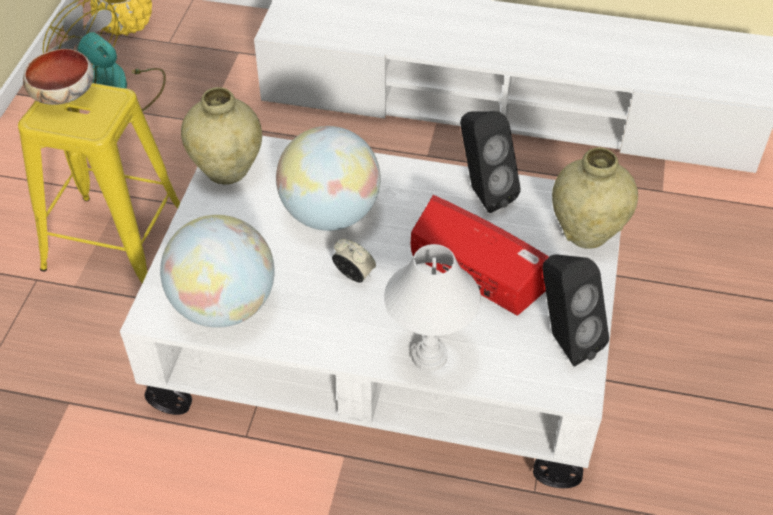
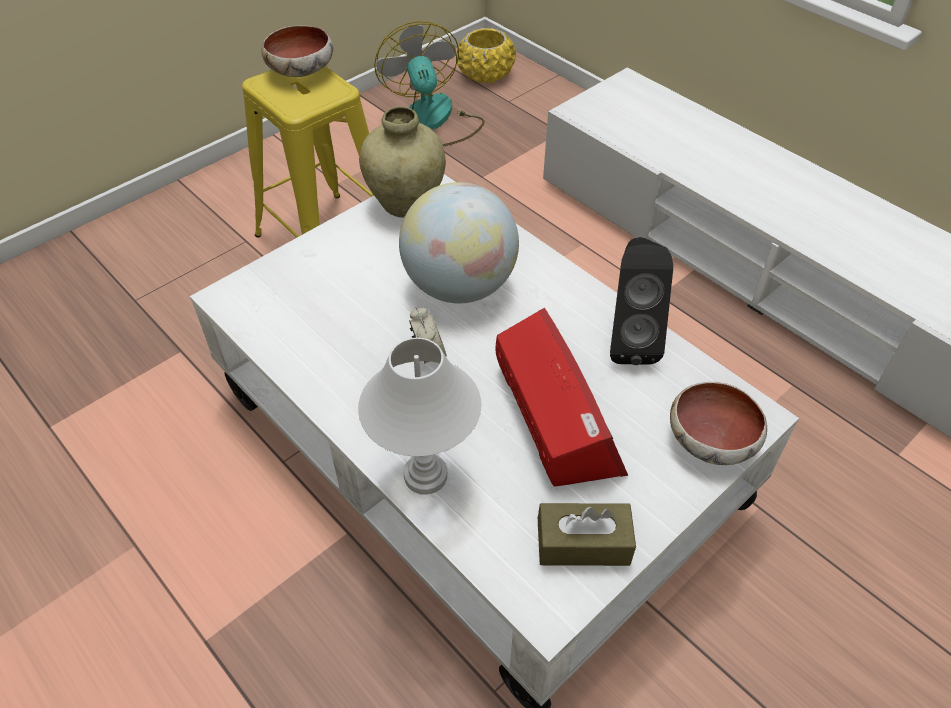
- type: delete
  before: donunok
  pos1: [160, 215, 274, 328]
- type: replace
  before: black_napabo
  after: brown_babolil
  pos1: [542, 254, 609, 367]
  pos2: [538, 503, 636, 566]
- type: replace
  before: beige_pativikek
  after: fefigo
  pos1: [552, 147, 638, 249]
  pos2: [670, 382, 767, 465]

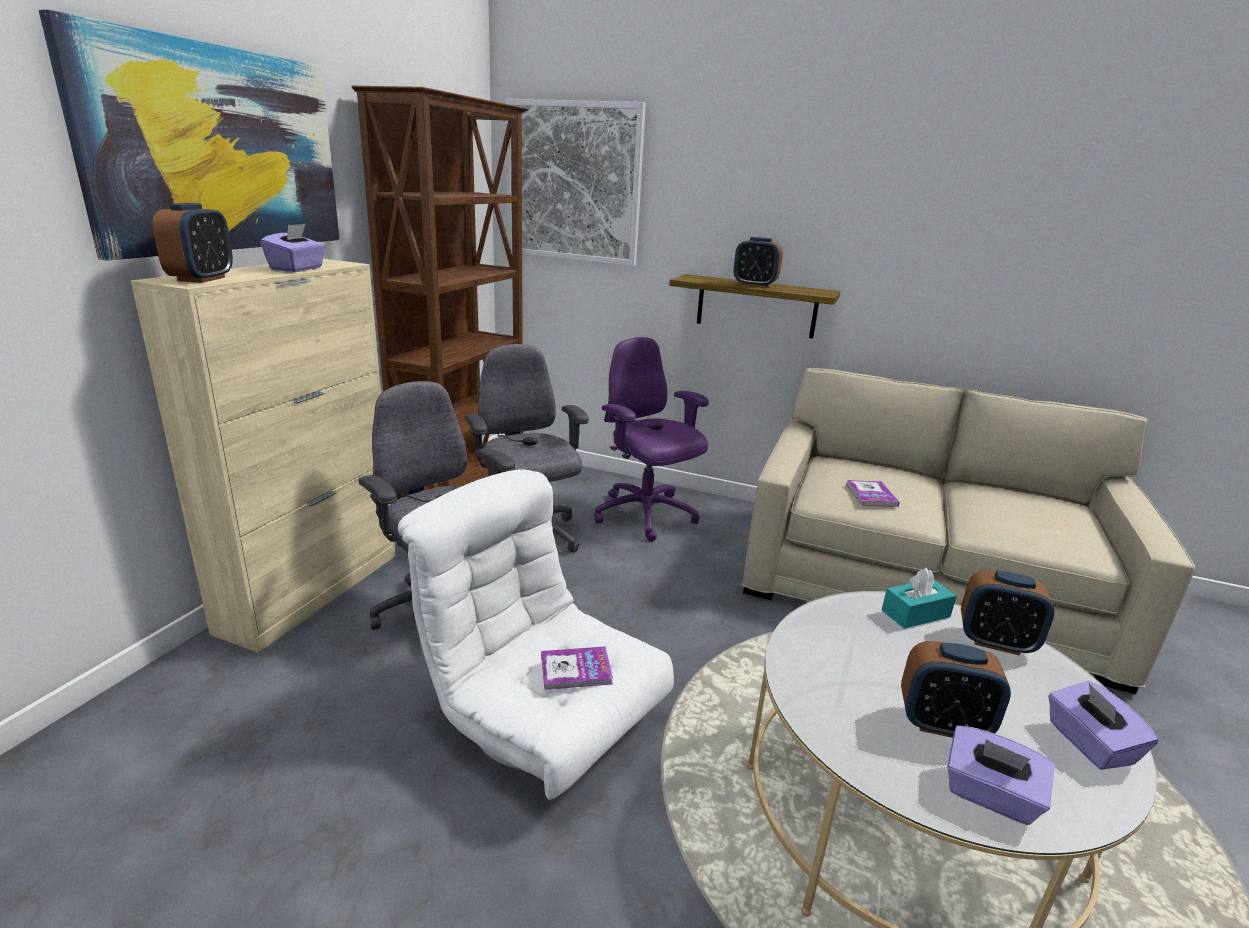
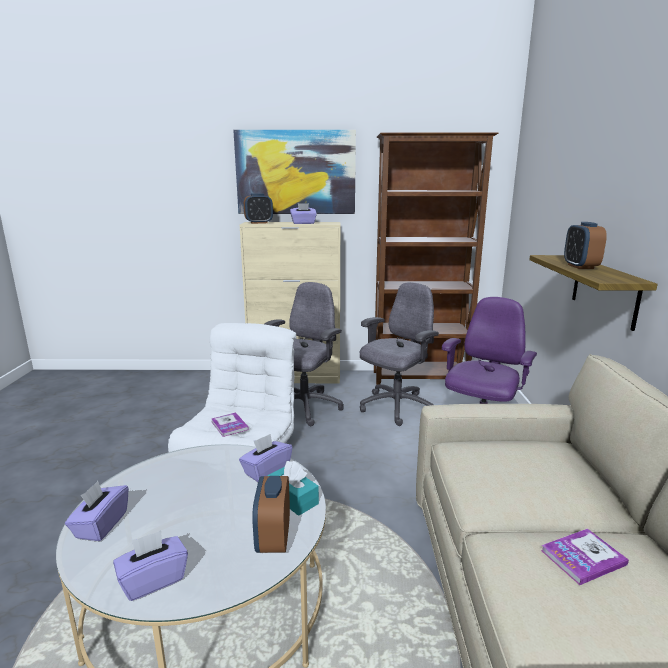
- type: delete
  before: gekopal
  pos1: [505, 99, 646, 266]
- type: delete
  before: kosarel
  pos1: [901, 641, 1011, 738]
- type: insert
  after: purple_babolil
  pos2: [239, 434, 292, 482]
- type: move
  before: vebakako
  pos1: [846, 480, 900, 507]
  pos2: [541, 528, 629, 585]

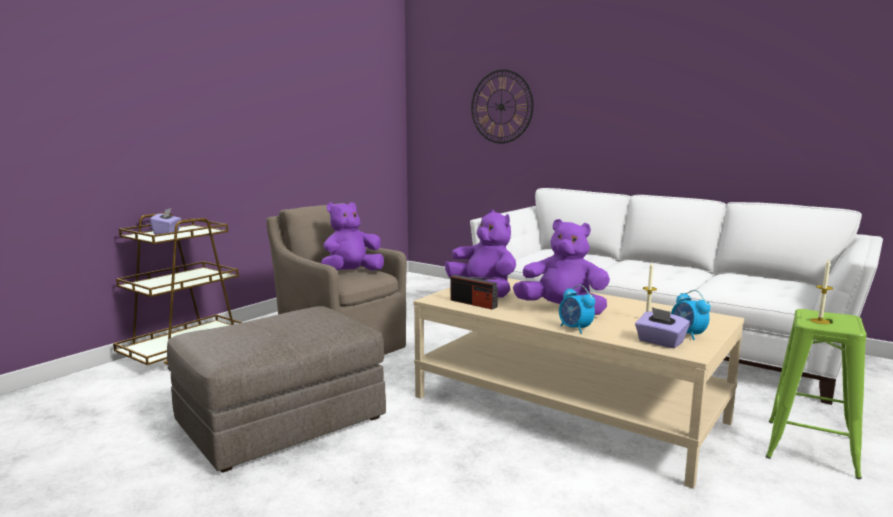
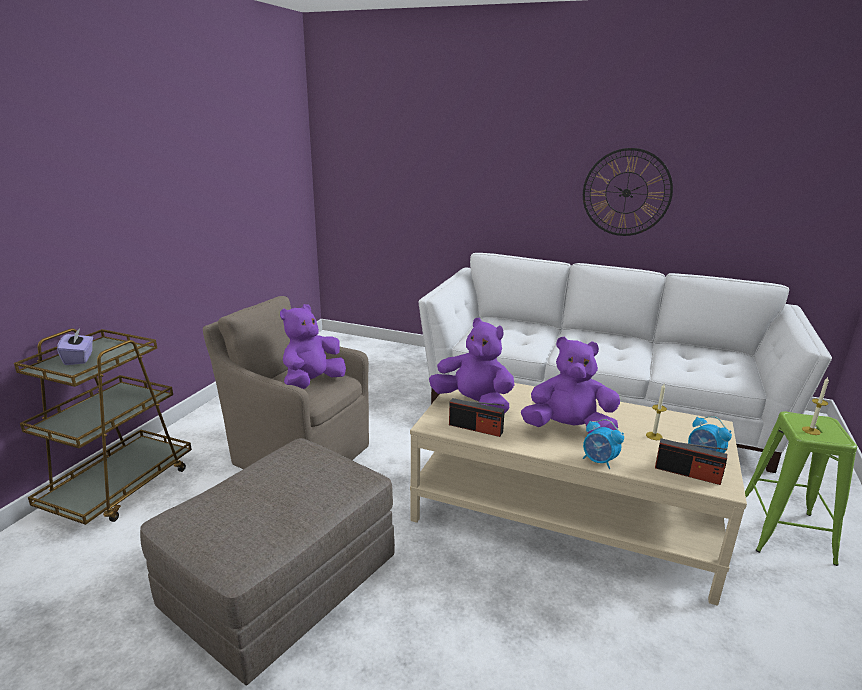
- type: move
  before: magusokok
  pos1: [471, 69, 533, 144]
  pos2: [583, 148, 673, 236]
- type: replace
  before: purple_babolil
  after: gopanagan
  pos1: [635, 307, 690, 348]
  pos2: [655, 438, 727, 485]

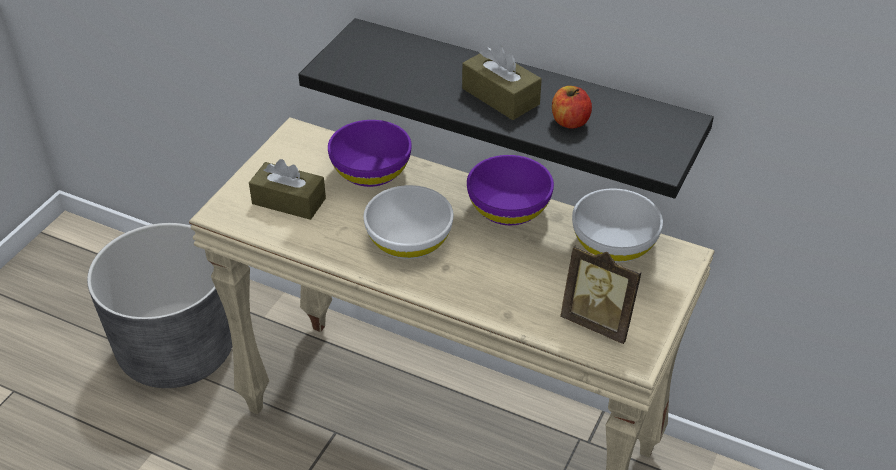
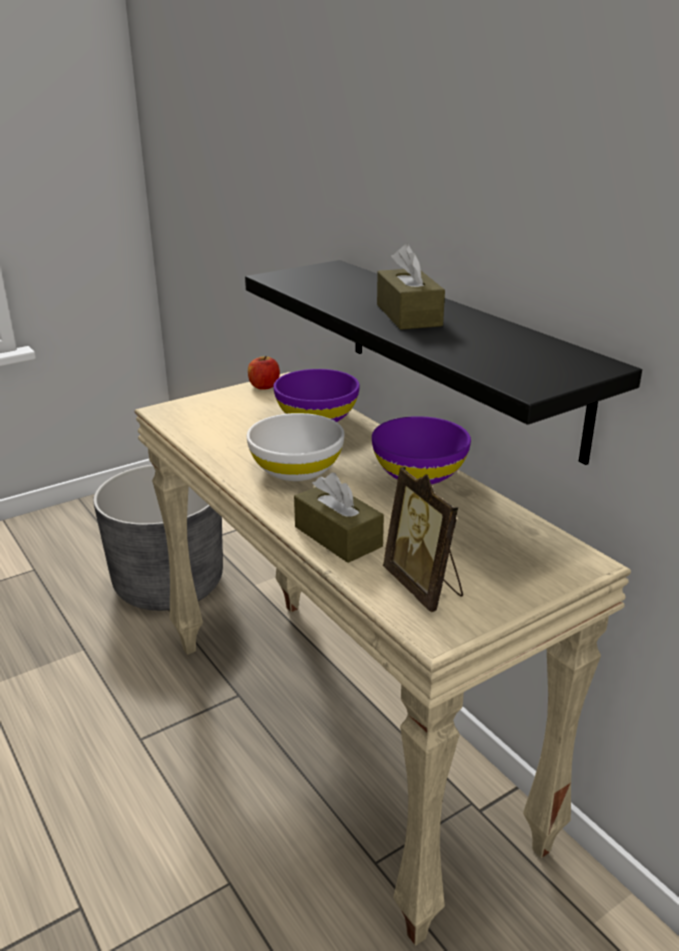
- type: delete
  before: white_fefigo
  pos1: [572, 188, 663, 263]
- type: move
  before: brown_babolil
  pos1: [249, 159, 326, 220]
  pos2: [294, 473, 384, 563]
- type: move
  before: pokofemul
  pos1: [552, 86, 592, 129]
  pos2: [248, 356, 280, 389]

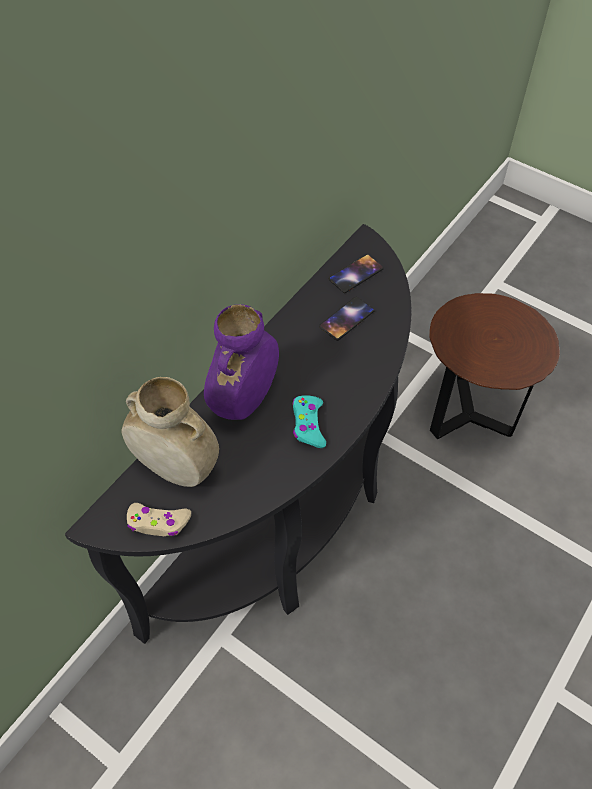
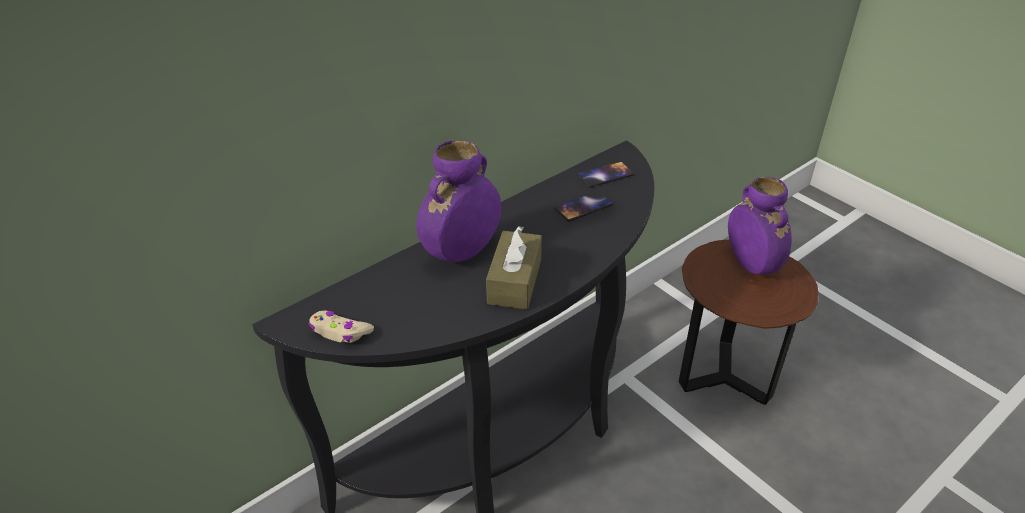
- type: delete
  before: beige_pativikek
  pos1: [121, 377, 219, 487]
- type: insert
  after: purple_pativikek
  pos2: [728, 177, 792, 275]
- type: replace
  before: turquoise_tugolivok
  after: brown_babolil
  pos1: [292, 395, 326, 448]
  pos2: [486, 226, 542, 309]

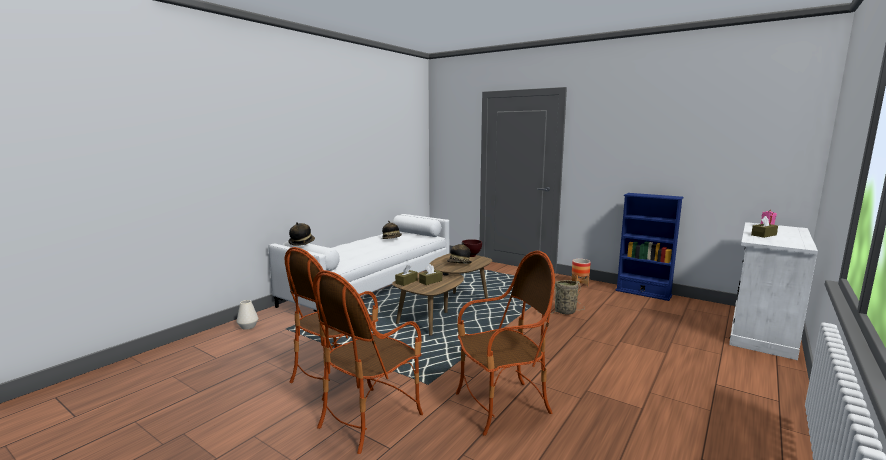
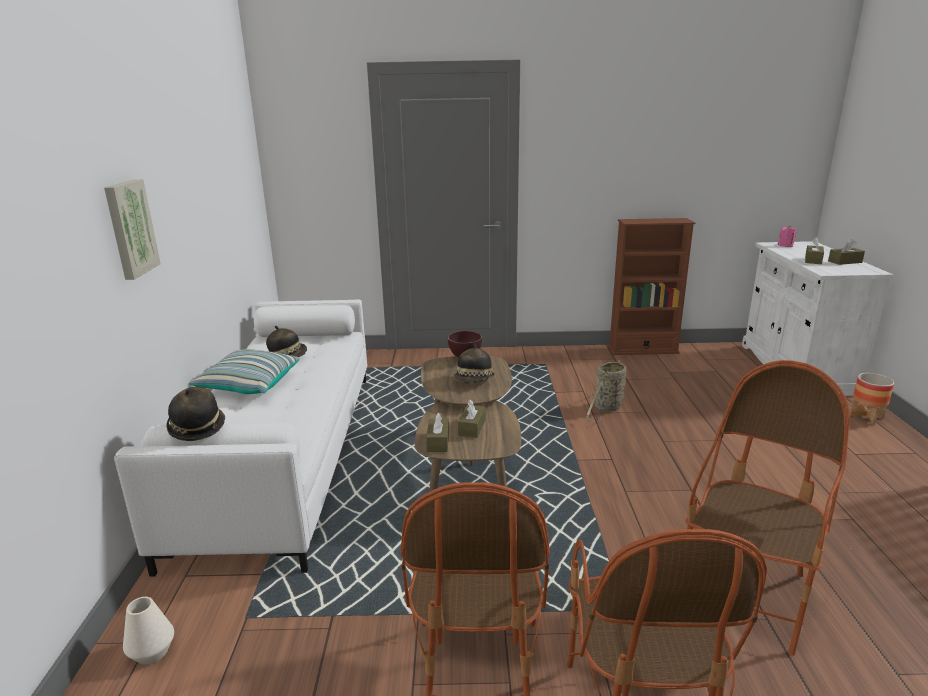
- type: insert
  after: gekopal
  pos2: [104, 179, 161, 280]
- type: insert
  after: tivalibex
  pos2: [188, 349, 300, 394]
- type: insert
  after: brown_babolil
  pos2: [828, 239, 865, 265]
- type: move
  before: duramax
  pos1: [572, 259, 591, 286]
  pos2: [849, 373, 894, 426]
- type: recolor
  before: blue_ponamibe
  after: brown_ponamibe
  pos1: [615, 193, 684, 301]
  pos2: [608, 218, 695, 355]

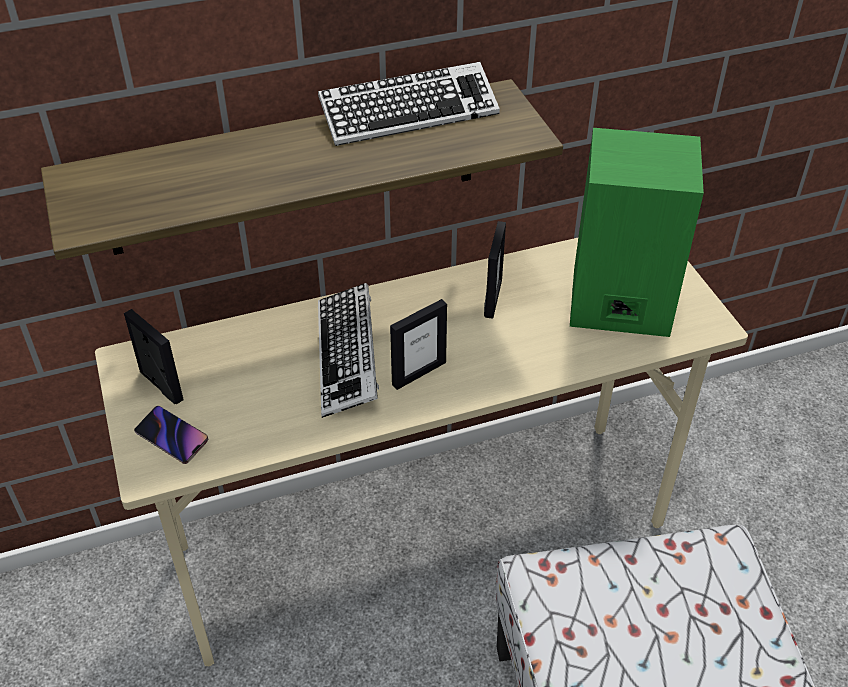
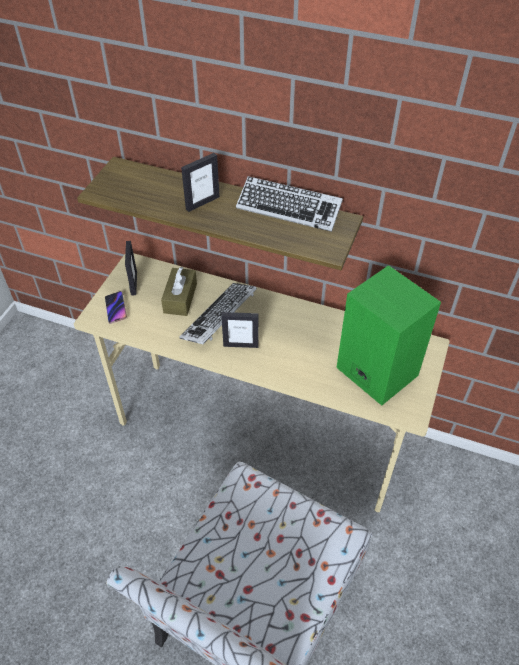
- type: insert
  after: brown_babolil
  pos2: [161, 267, 197, 316]
- type: move
  before: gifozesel
  pos1: [484, 221, 506, 319]
  pos2: [181, 153, 220, 212]

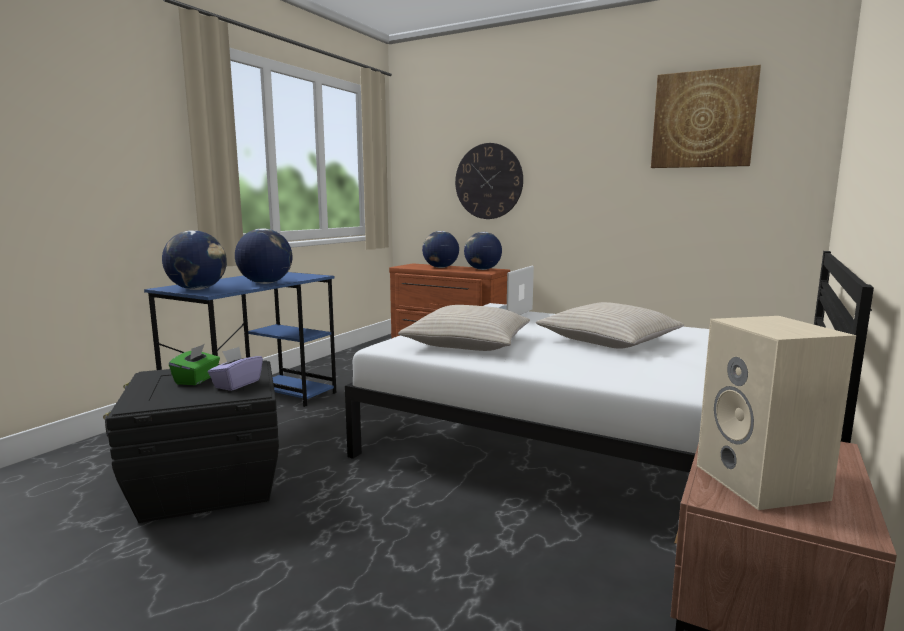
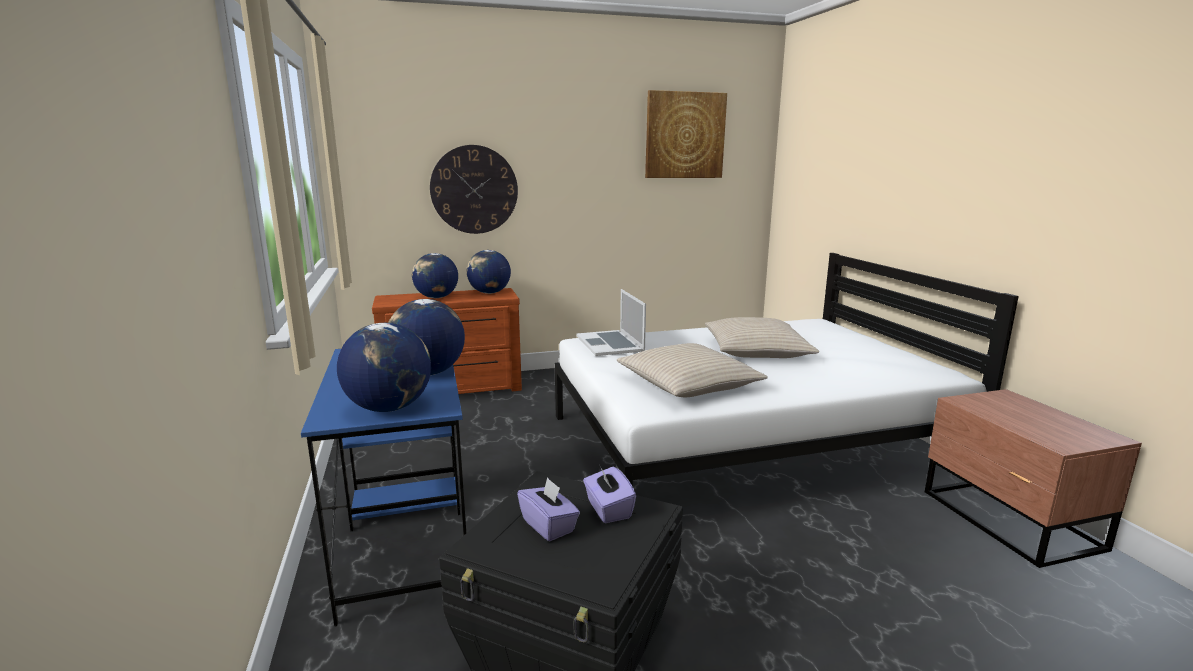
- type: delete
  before: beige_napabo
  pos1: [697, 316, 856, 510]
- type: recolor
  before: green_babolil
  after: purple_babolil
  pos1: [169, 344, 220, 385]
  pos2: [517, 477, 580, 541]

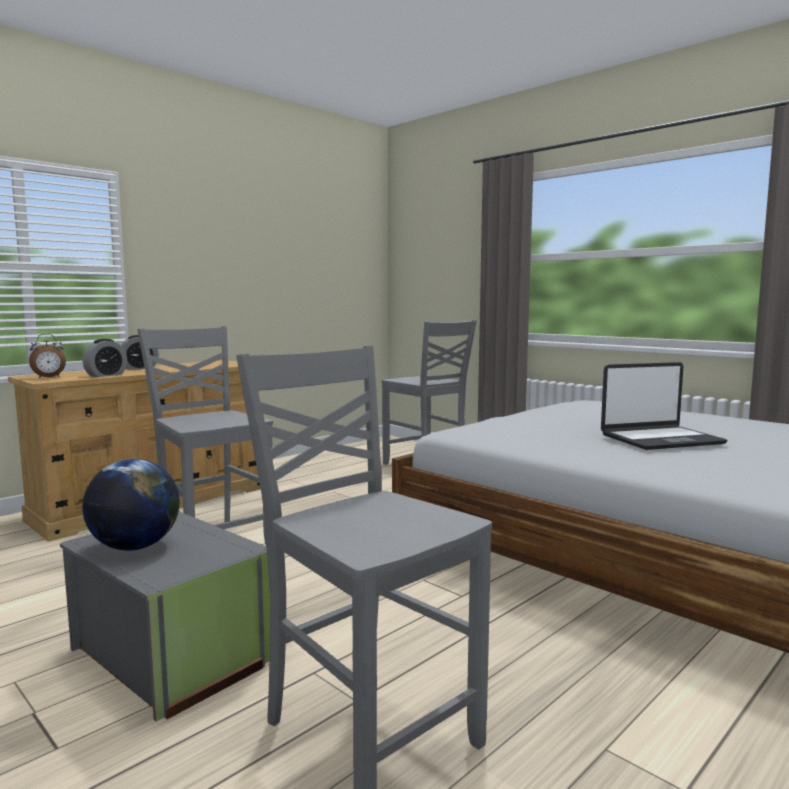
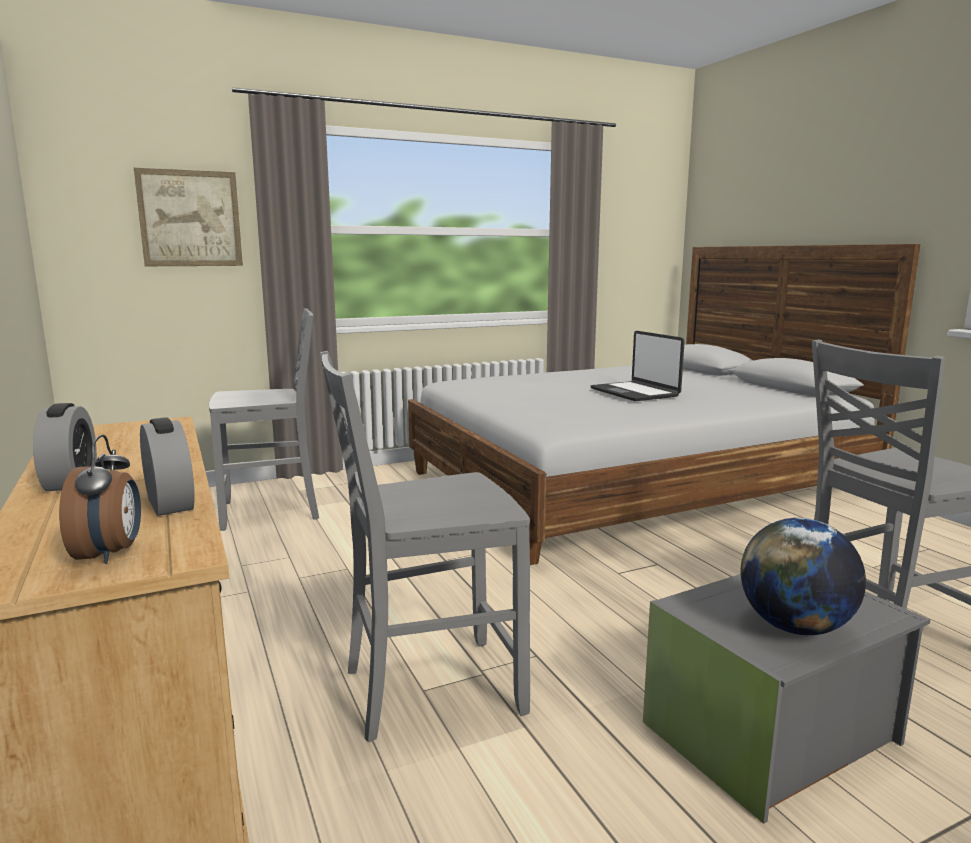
- type: insert
  after: gekopal
  pos2: [134, 168, 243, 266]
- type: rotate
  before: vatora
  pos1: [601, 362, 727, 450]
  pos2: [590, 331, 685, 401]
  turn: 150

